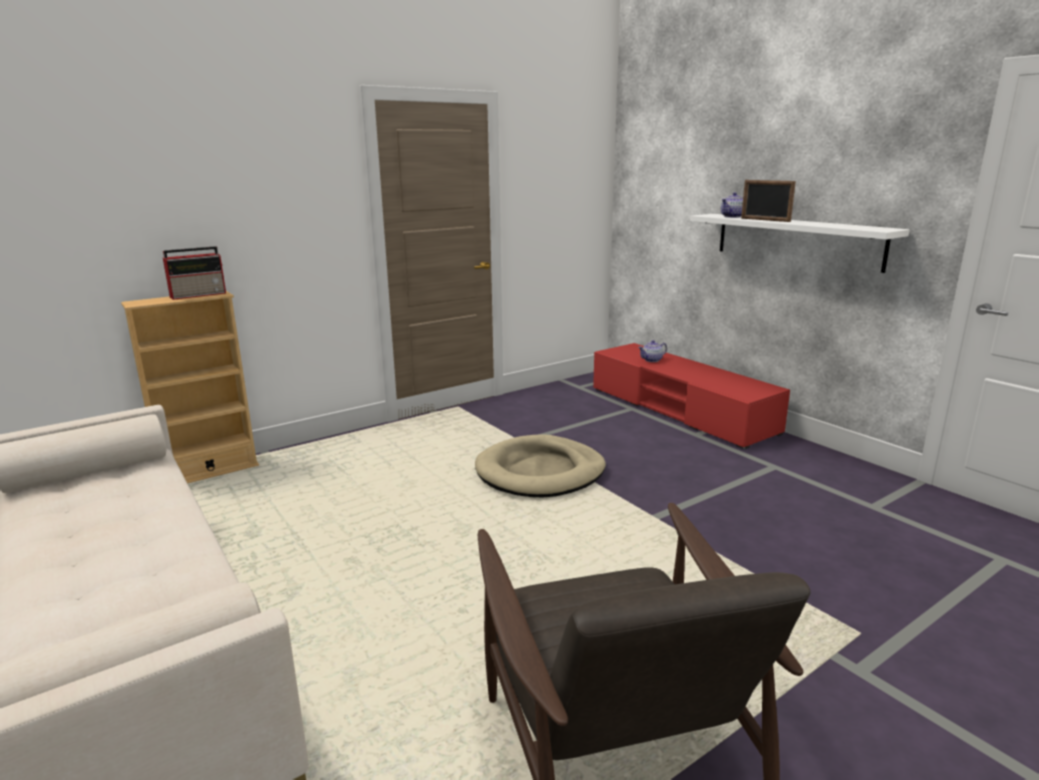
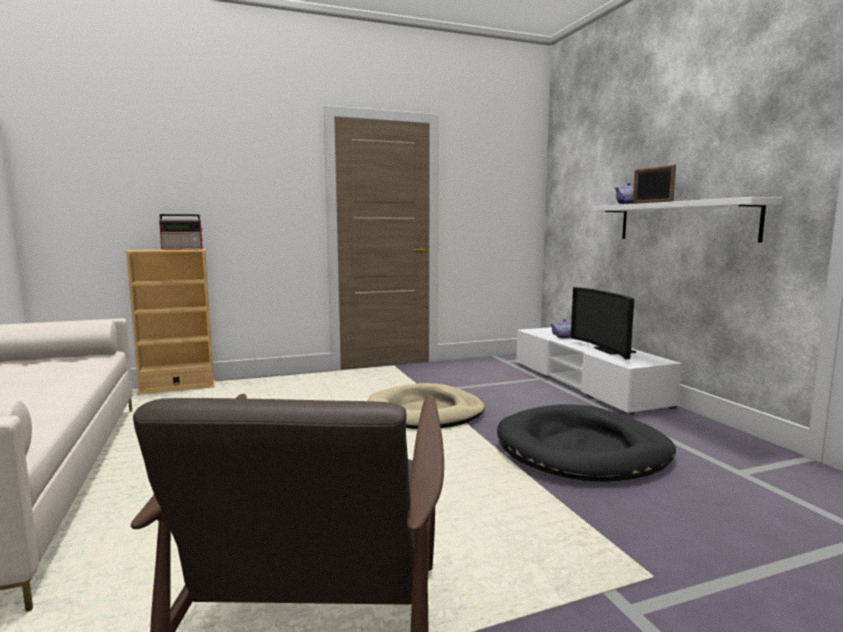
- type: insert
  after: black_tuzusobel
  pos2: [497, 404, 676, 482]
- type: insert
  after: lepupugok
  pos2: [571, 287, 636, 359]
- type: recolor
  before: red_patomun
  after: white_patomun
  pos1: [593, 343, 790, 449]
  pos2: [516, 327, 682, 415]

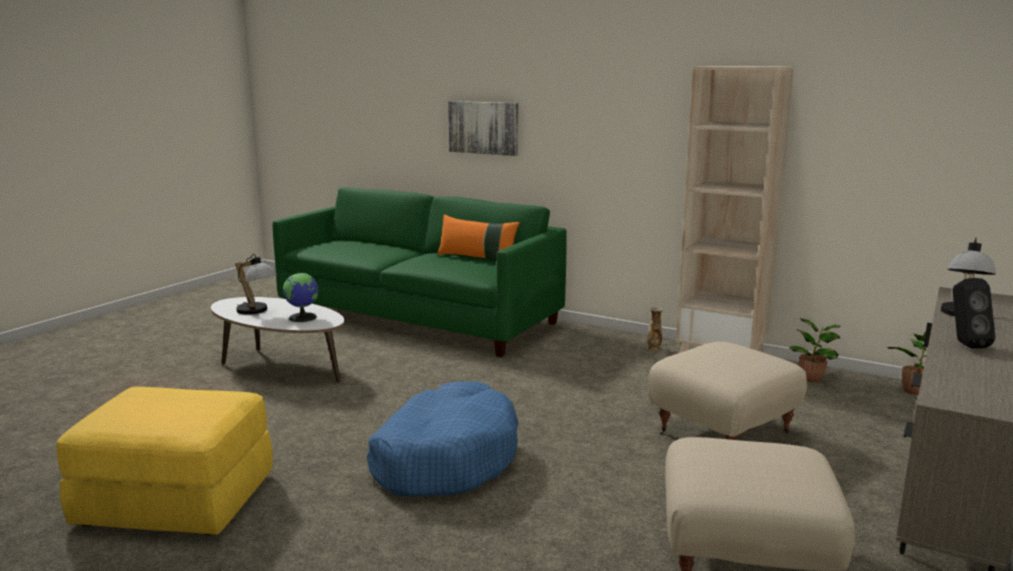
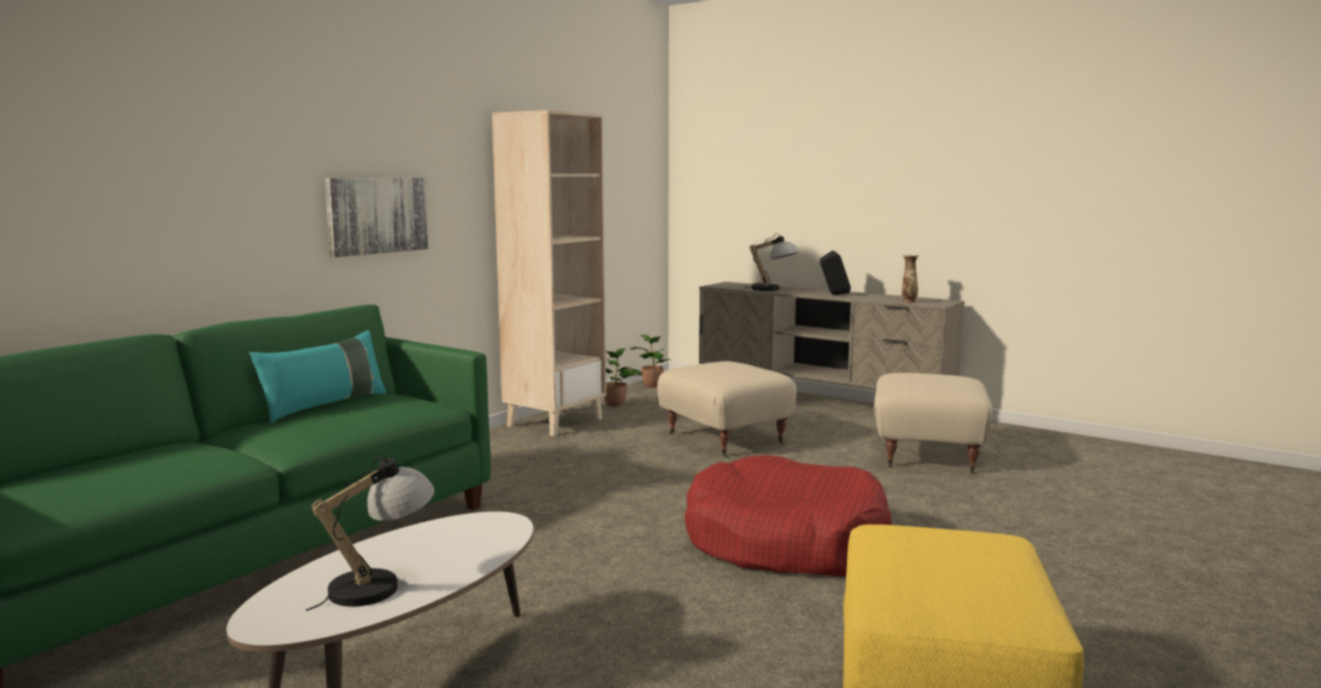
- type: delete
  before: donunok
  pos1: [283, 272, 319, 322]
- type: move
  before: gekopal
  pos1: [448, 101, 518, 156]
  pos2: [325, 178, 429, 257]
- type: move
  before: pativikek
  pos1: [647, 307, 663, 350]
  pos2: [902, 255, 919, 303]
- type: recolor
  before: blue_tuzusobel
  after: red_tuzusobel
  pos1: [367, 382, 519, 497]
  pos2: [684, 455, 892, 577]
- type: recolor
  before: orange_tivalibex
  after: turquoise_tivalibex
  pos1: [437, 214, 520, 260]
  pos2: [249, 330, 387, 423]

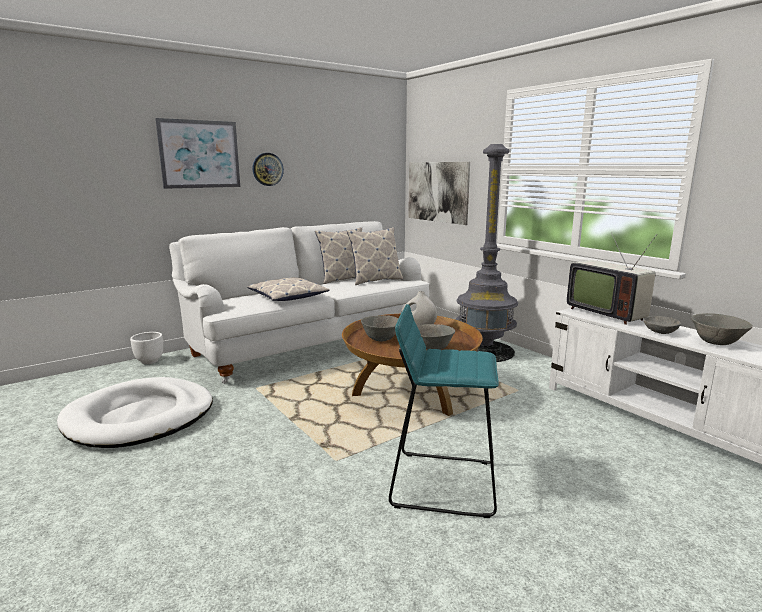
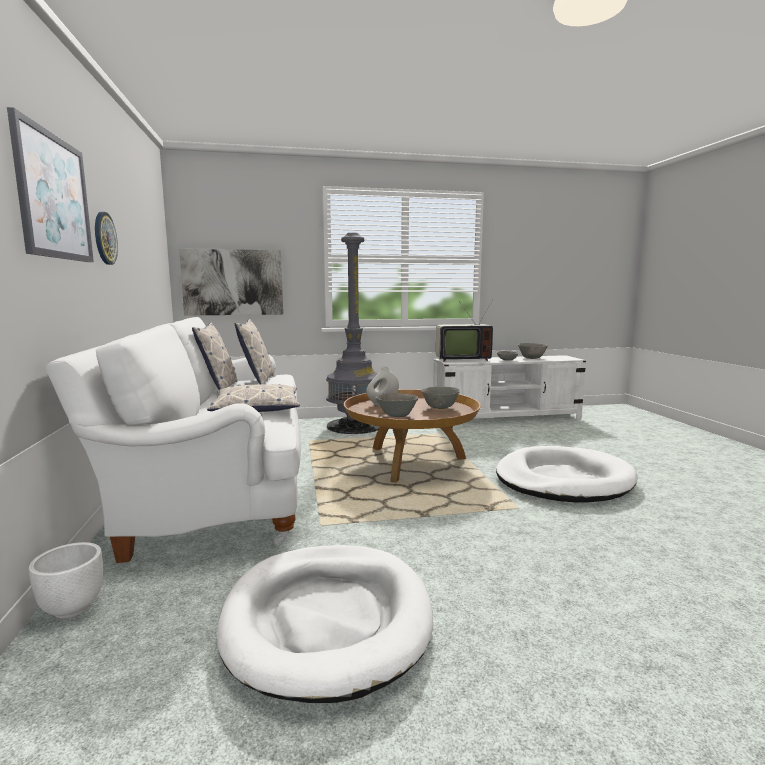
- type: replace
  before: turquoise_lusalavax
  after: white_tuzusobel
  pos1: [389, 304, 499, 518]
  pos2: [496, 446, 637, 502]

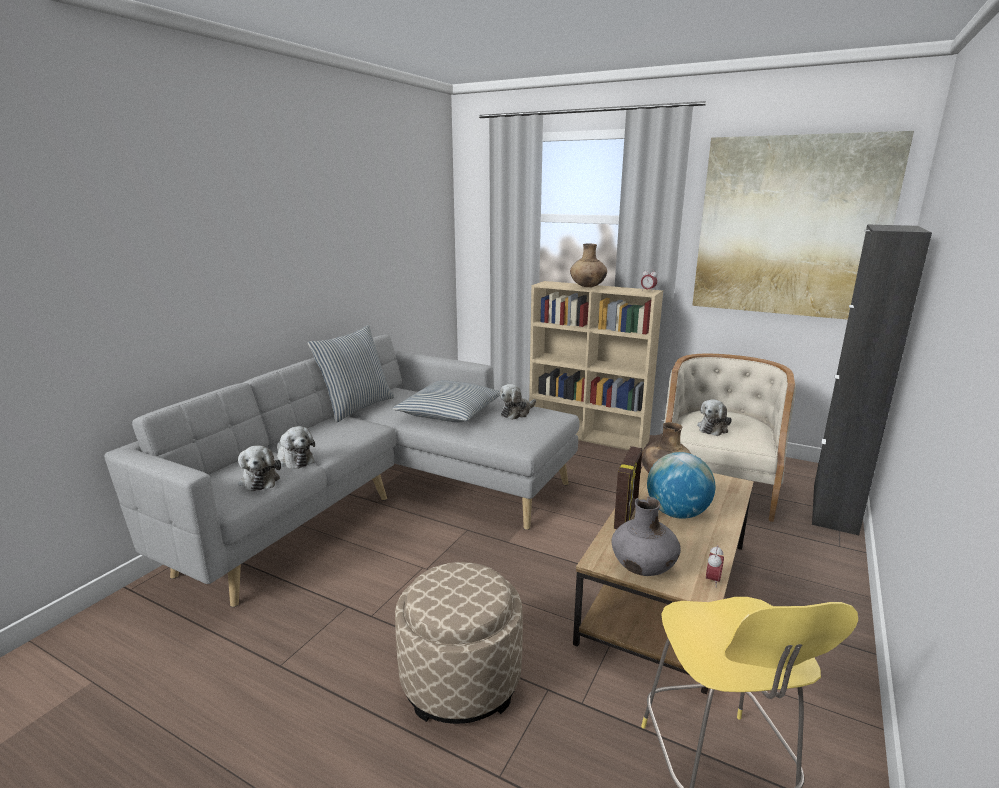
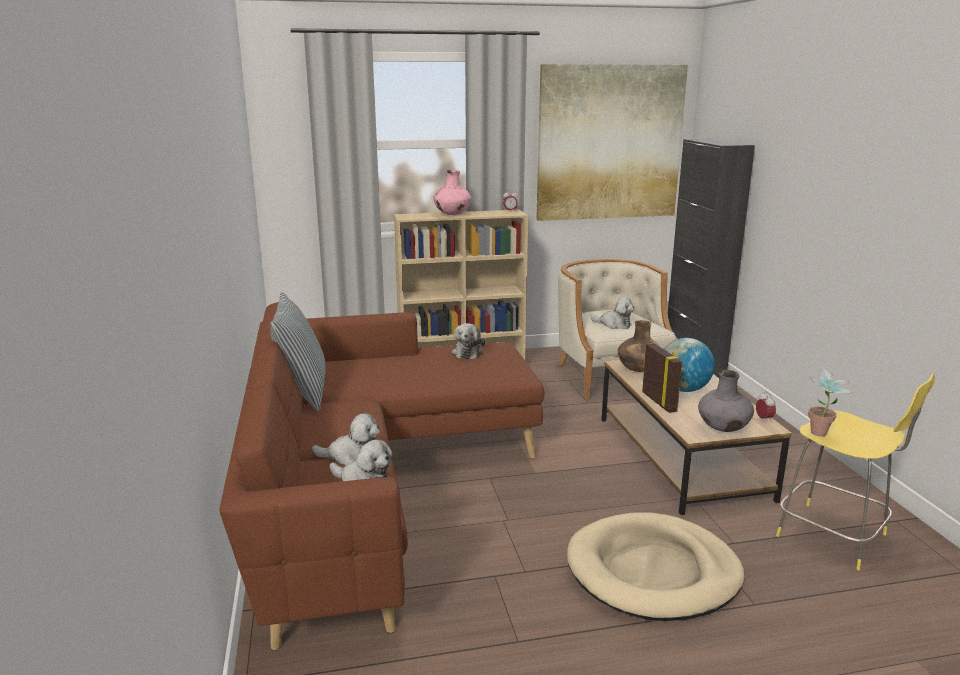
- type: delete
  before: tivalibex
  pos1: [392, 380, 500, 422]
- type: insert
  after: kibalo
  pos2: [808, 367, 852, 437]
- type: replace
  before: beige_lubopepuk
  after: beige_tuzusobel
  pos1: [395, 562, 523, 724]
  pos2: [567, 512, 745, 621]
- type: recolor
  before: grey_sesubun
  after: brown_sesubun
  pos1: [104, 335, 580, 607]
  pos2: [219, 302, 545, 651]
- type: recolor
  before: brown_pativikek
  after: pink_pativikek
  pos1: [570, 243, 607, 287]
  pos2: [433, 170, 471, 215]
- type: rotate
  before: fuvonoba
  pos1: [697, 399, 732, 436]
  pos2: [591, 297, 634, 329]
  turn: -60

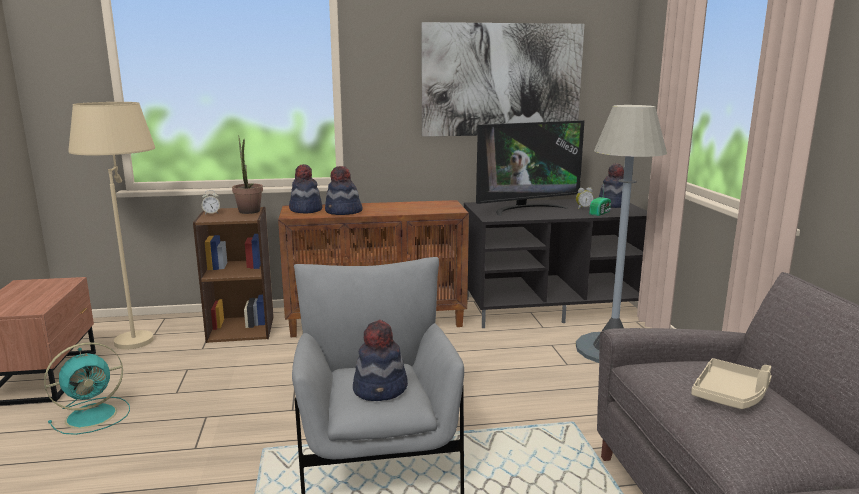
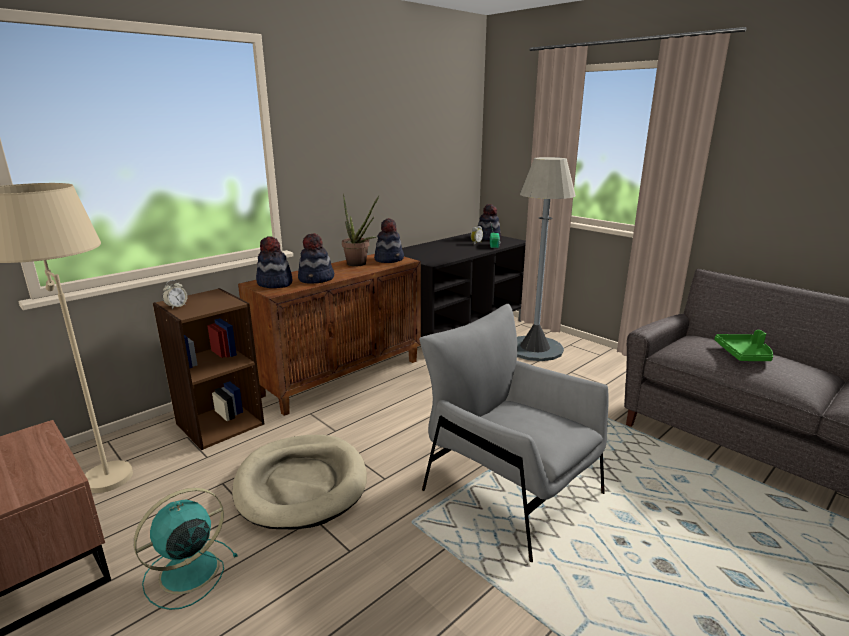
- type: delete
  before: gekopal
  pos1: [421, 22, 585, 137]
- type: delete
  before: lepupugok
  pos1: [476, 120, 584, 216]
- type: insert
  after: beige_tuzusobel
  pos2: [232, 435, 367, 529]
- type: move
  before: kibalo
  pos1: [232, 135, 263, 214]
  pos2: [342, 194, 379, 267]
- type: move
  before: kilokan
  pos1: [353, 320, 408, 401]
  pos2: [374, 218, 404, 263]
- type: recolor
  before: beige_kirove
  after: green_kirove
  pos1: [691, 358, 772, 409]
  pos2: [714, 330, 773, 361]
- type: rotate
  before: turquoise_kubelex
  pos1: [44, 342, 130, 435]
  pos2: [134, 488, 238, 610]
  turn: -150

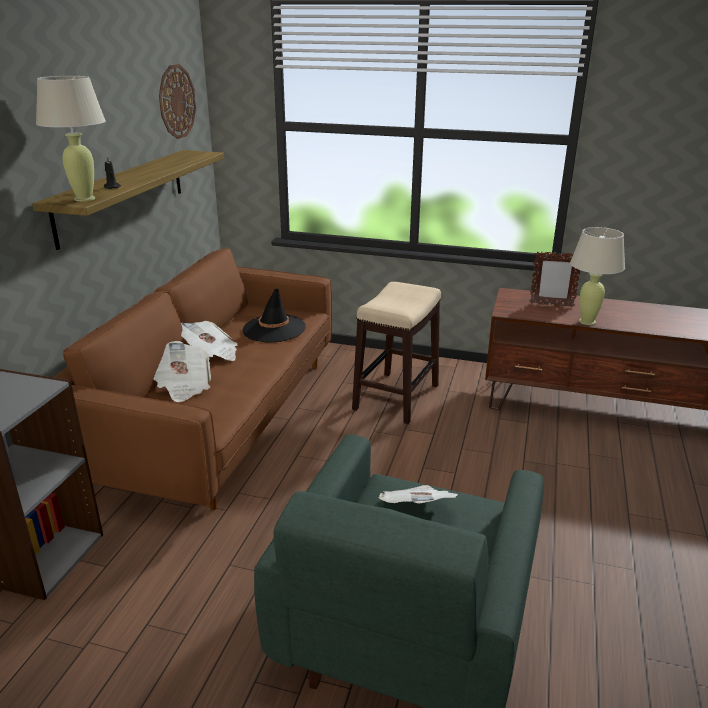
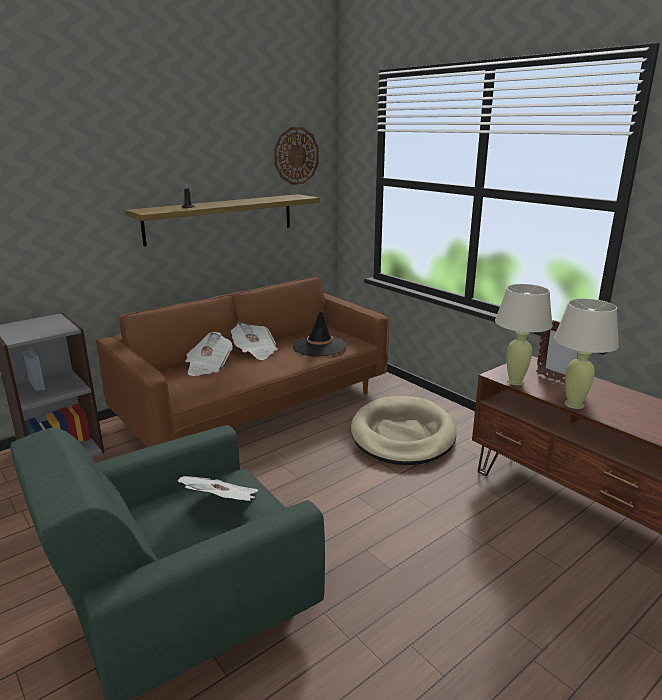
- type: move
  before: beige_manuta
  pos1: [36, 76, 106, 201]
  pos2: [495, 284, 553, 385]
- type: replace
  before: lusalavax
  after: beige_tuzusobel
  pos1: [352, 282, 441, 424]
  pos2: [351, 396, 457, 465]

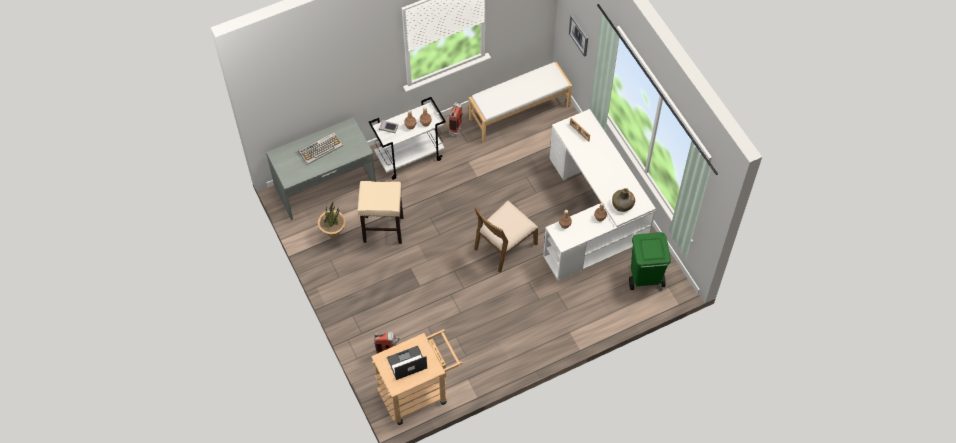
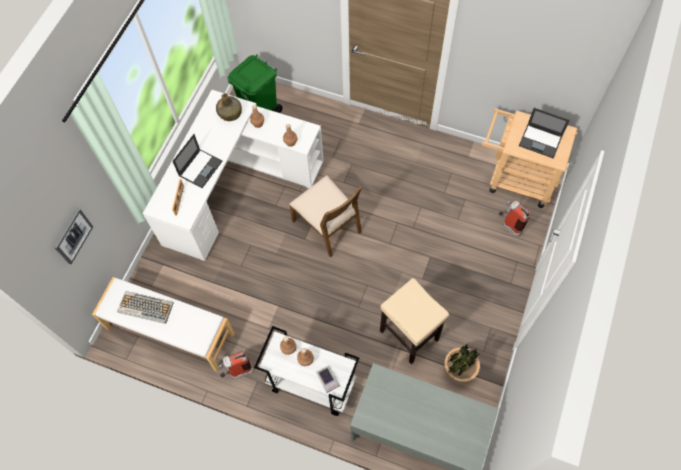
- type: insert
  after: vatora
  pos2: [172, 134, 222, 188]
- type: move
  before: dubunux
  pos1: [298, 132, 343, 165]
  pos2: [117, 291, 174, 324]
- type: rotate
  before: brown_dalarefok
  pos1: [474, 201, 538, 273]
  pos2: [290, 175, 362, 257]
  turn: 45

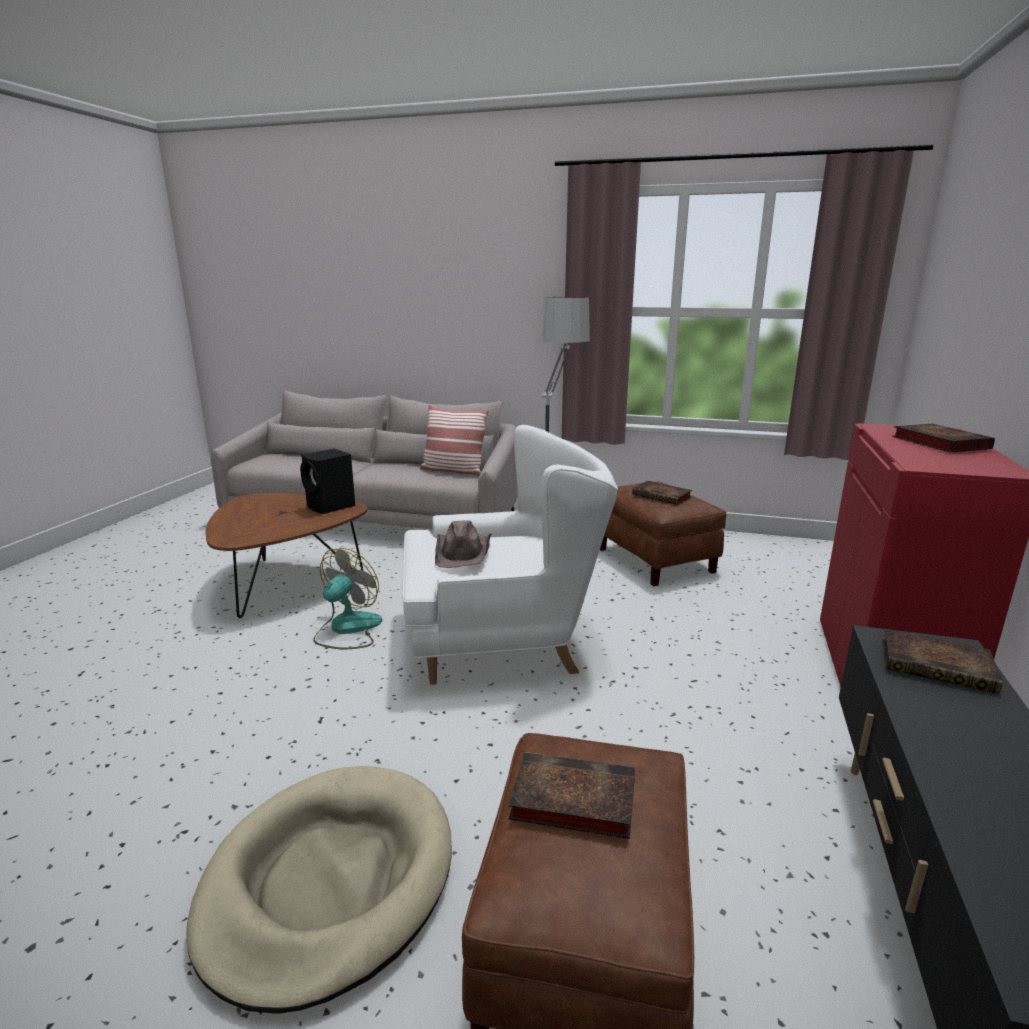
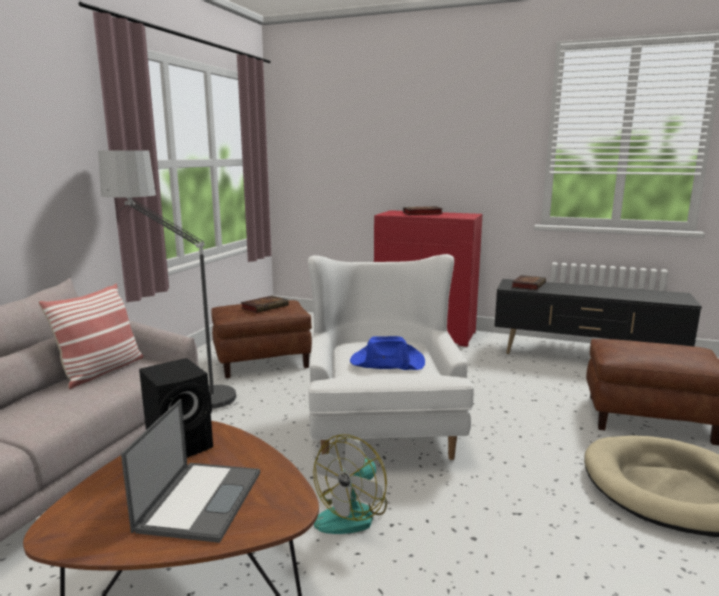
- type: delete
  before: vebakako
  pos1: [508, 752, 635, 839]
- type: insert
  after: vatora
  pos2: [121, 399, 260, 543]
- type: recolor
  before: brown_kilokan
  after: blue_kilokan
  pos1: [435, 520, 492, 568]
  pos2: [350, 336, 425, 370]
- type: rotate
  before: kubelex
  pos1: [313, 548, 382, 649]
  pos2: [313, 434, 387, 534]
  turn: -90

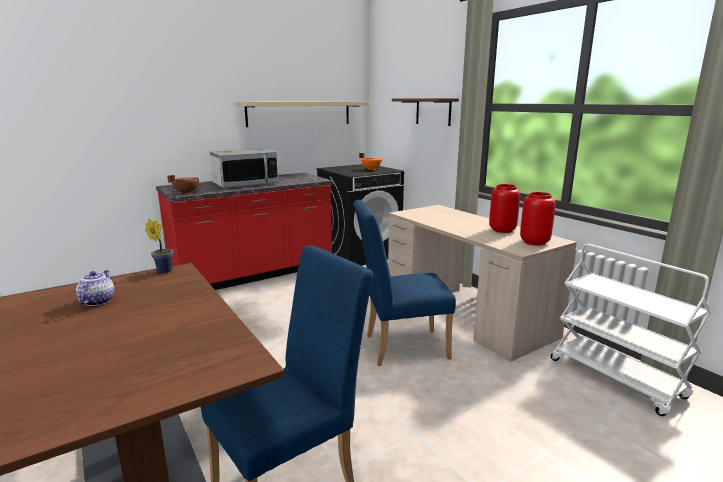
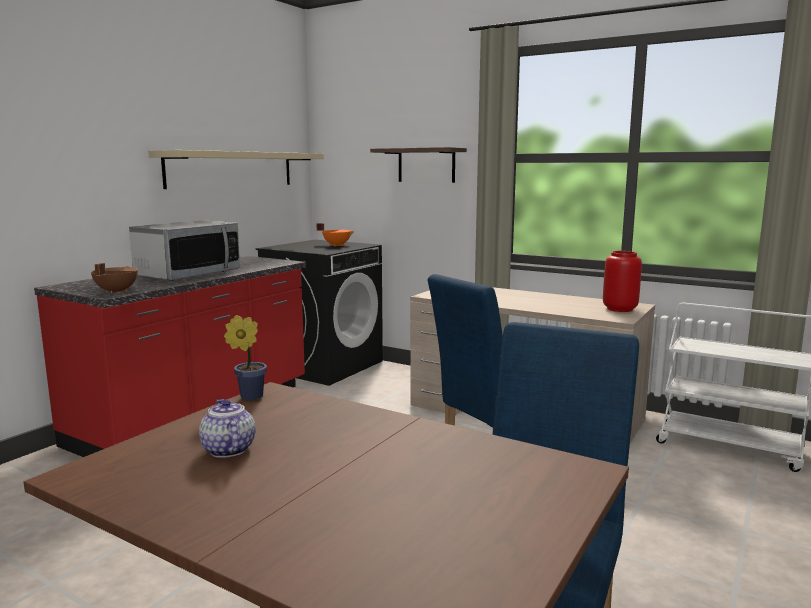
- type: delete
  before: red_pativikek
  pos1: [489, 184, 520, 233]

